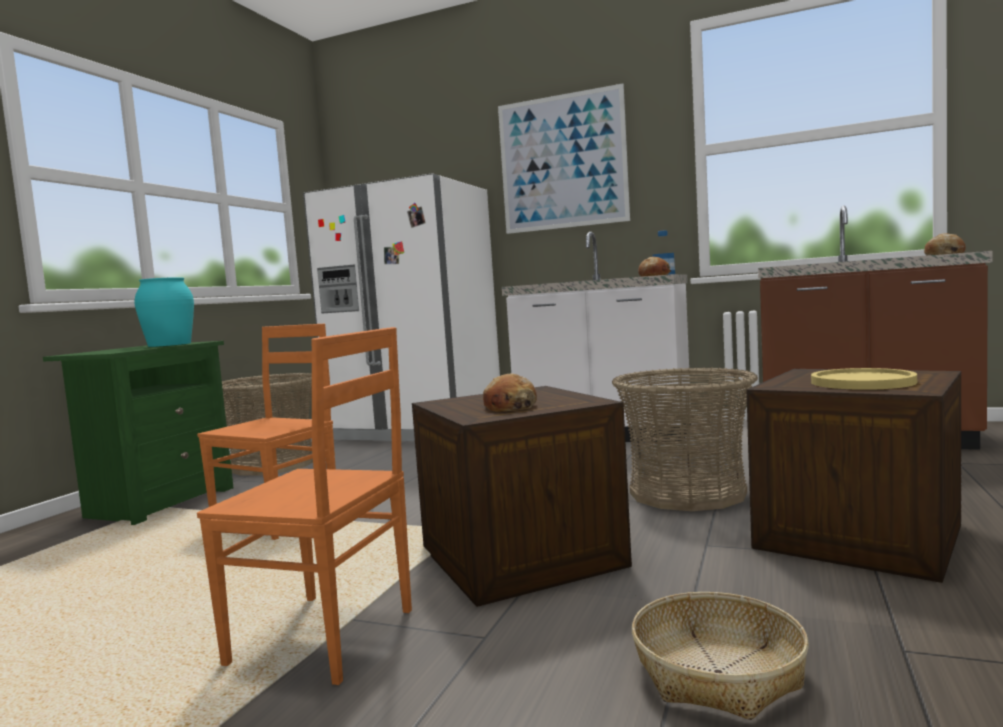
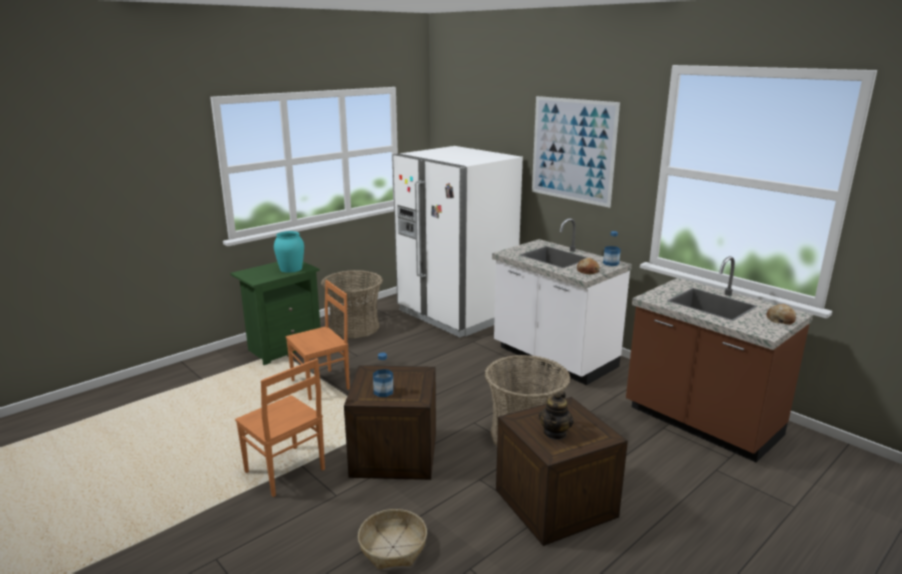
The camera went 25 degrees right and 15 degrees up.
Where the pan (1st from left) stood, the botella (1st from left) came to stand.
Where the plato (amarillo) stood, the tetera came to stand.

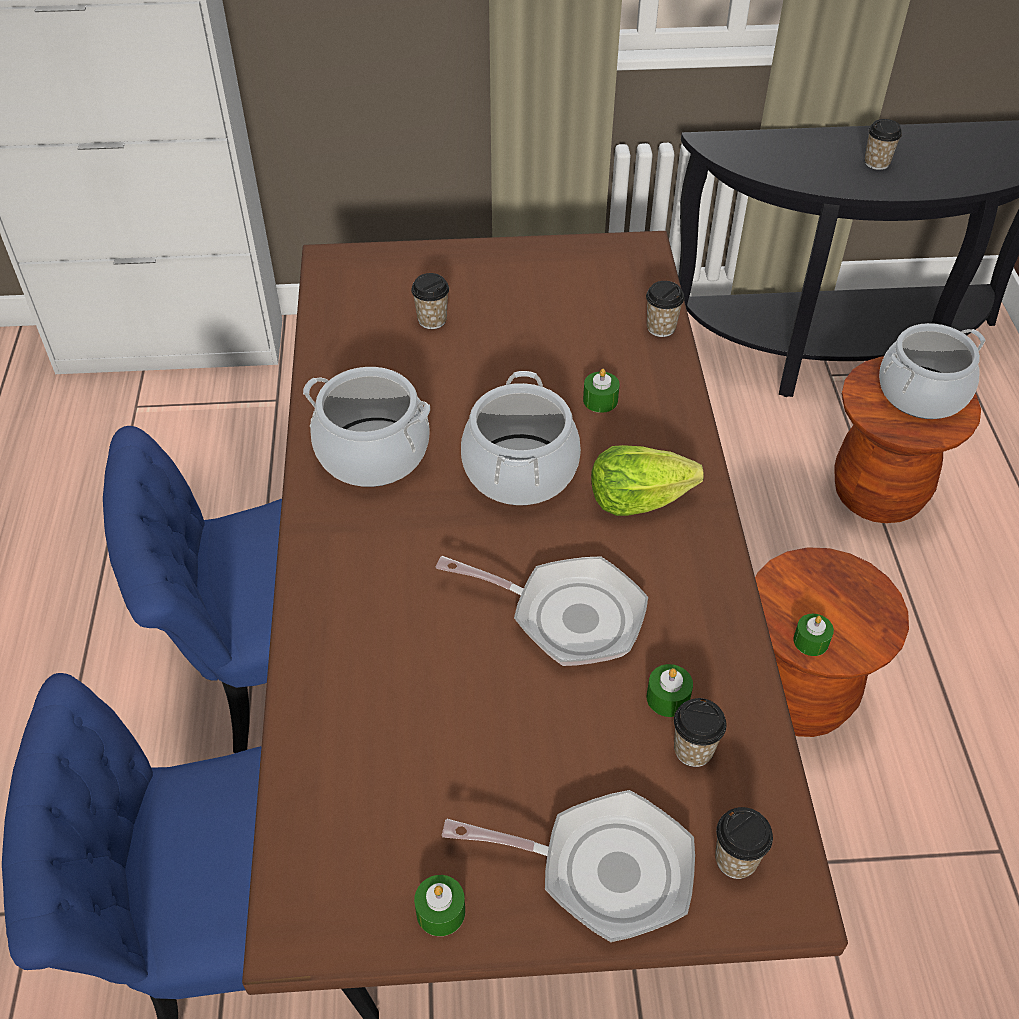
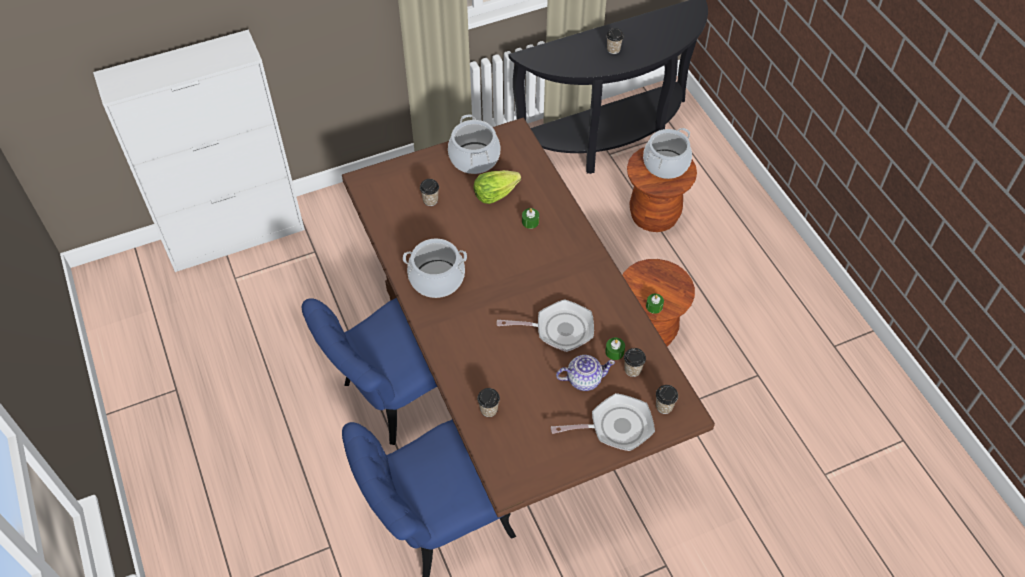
The camera went 20 degrees left and 5 degrees up.
The olla (2nd from left) ended up elsewhere.
The lechuga ended up elsewhere.
The taza (2nd from left) ended up elsewhere.
The second view gained the tetera.
The second view lost the vela (verde) (1st from left).

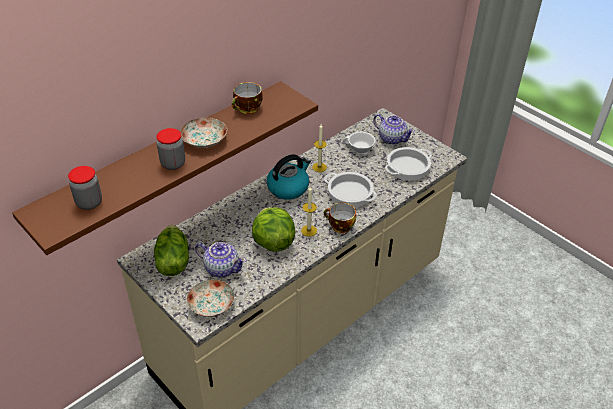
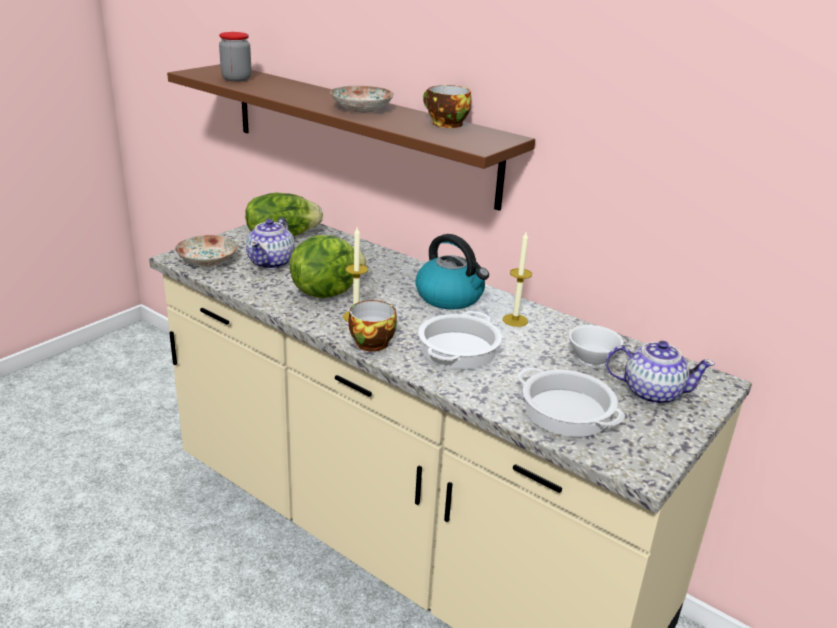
The camera went 80 degrees right and 15 degrees down.
The tetera (2nd from left) ended up facing another way, 105 degrees counterclockwise from before.
The second view lost the tarro (2nd from left).

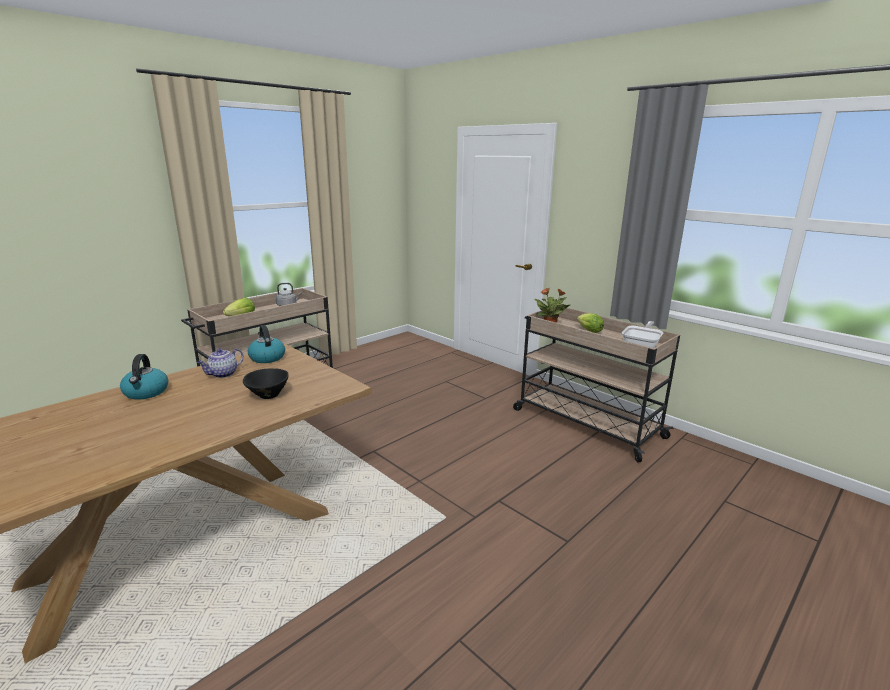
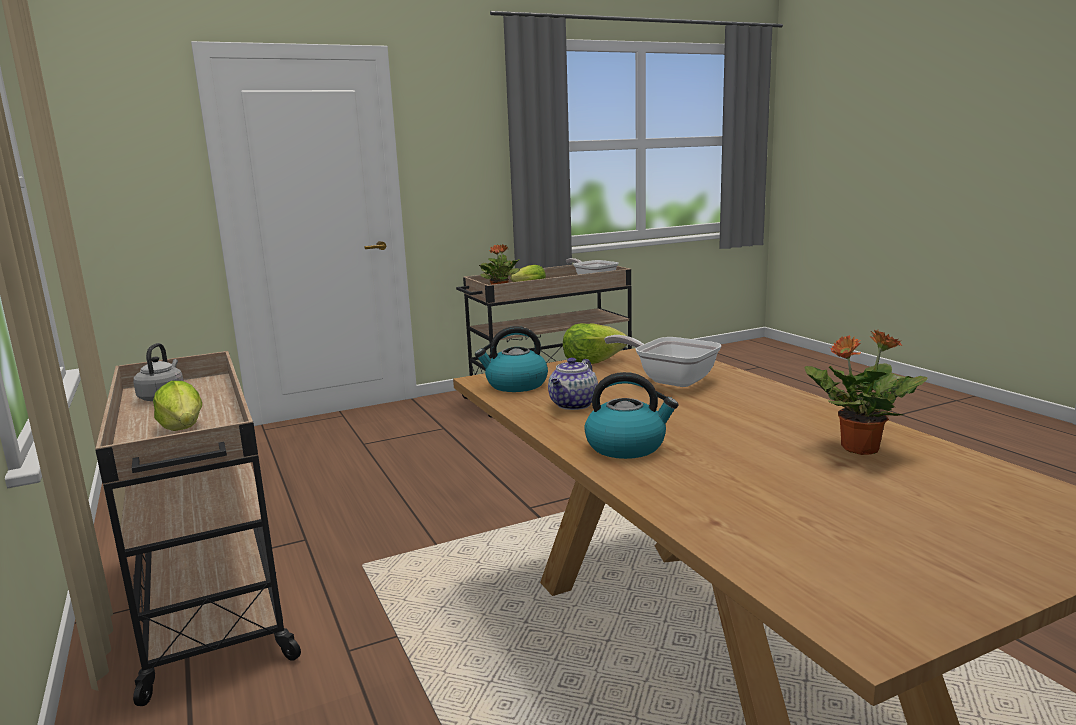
The camera went 70 degrees left and 5 degrees down.
The tetera ended up facing another way, 60 degrees clockwise from before.
The second view gained the lechuga (3rd from left).
Where the cuenco (negro) stood, the sartén (2nd from left) came to stand.
The second view gained the planta en maceta (2nd from left).

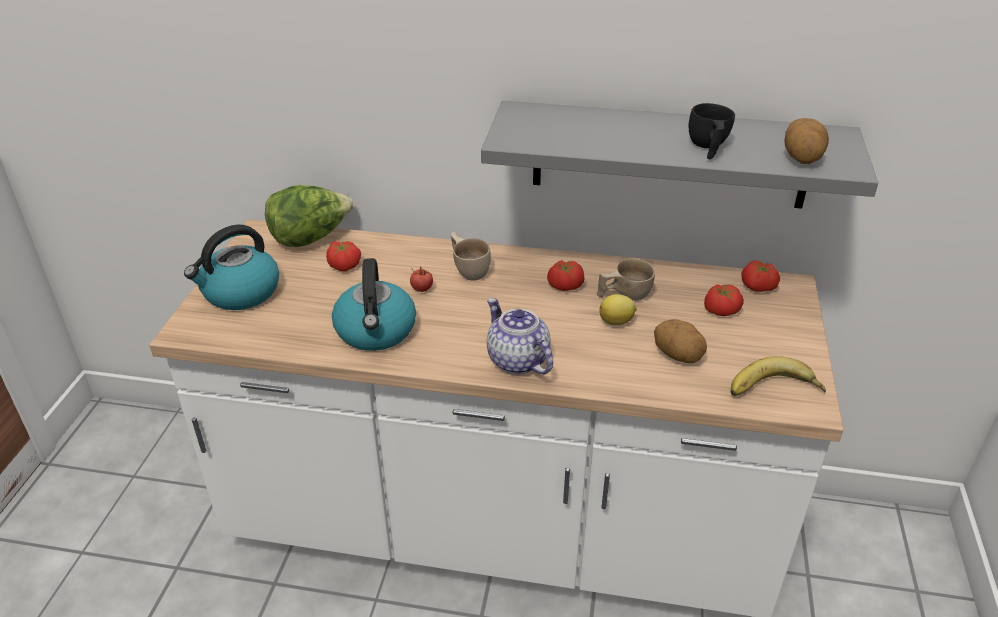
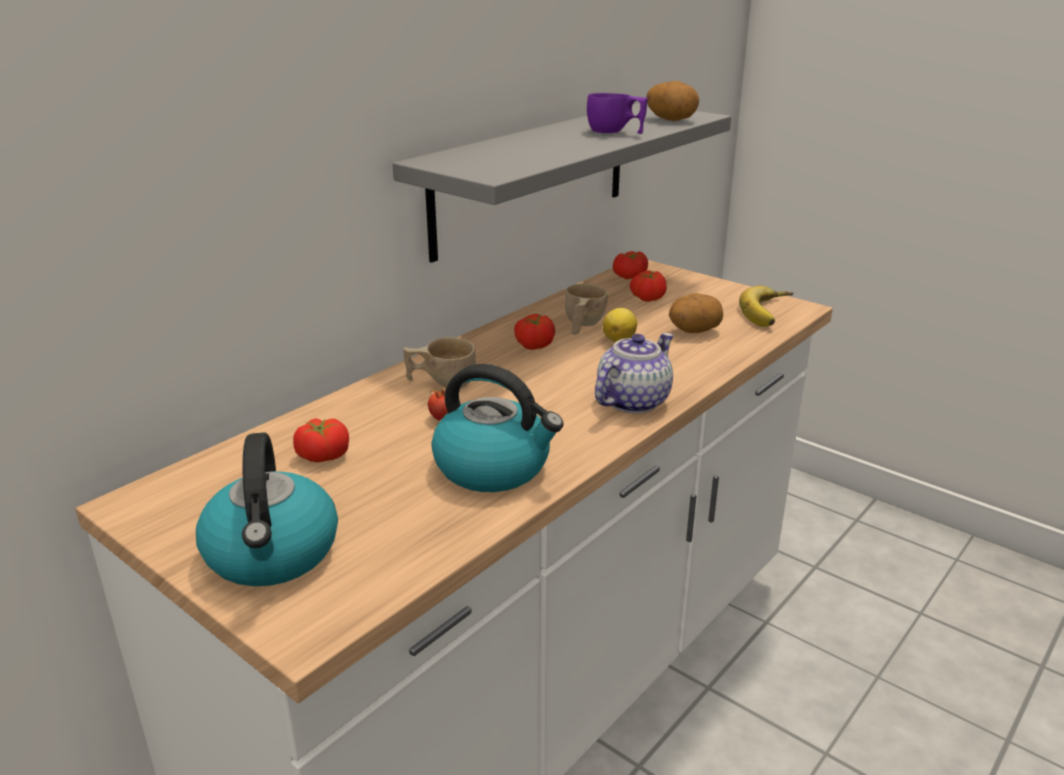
The camera went 60 degrees left and 10 degrees down.
What was the taza (negro) turned into the taza (morado).
The tetera ended up facing another way, 135 degrees clockwise from before.
The second view lost the lechuga.

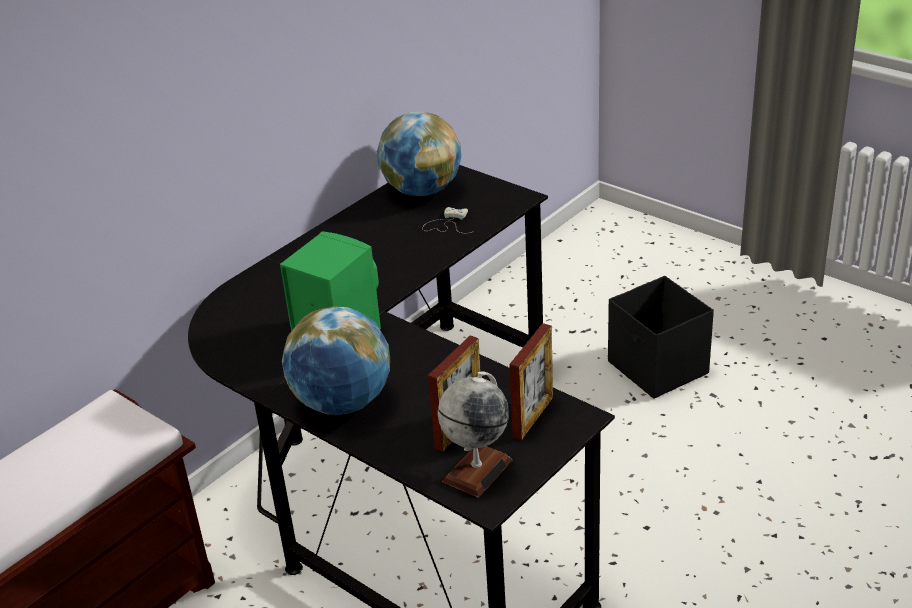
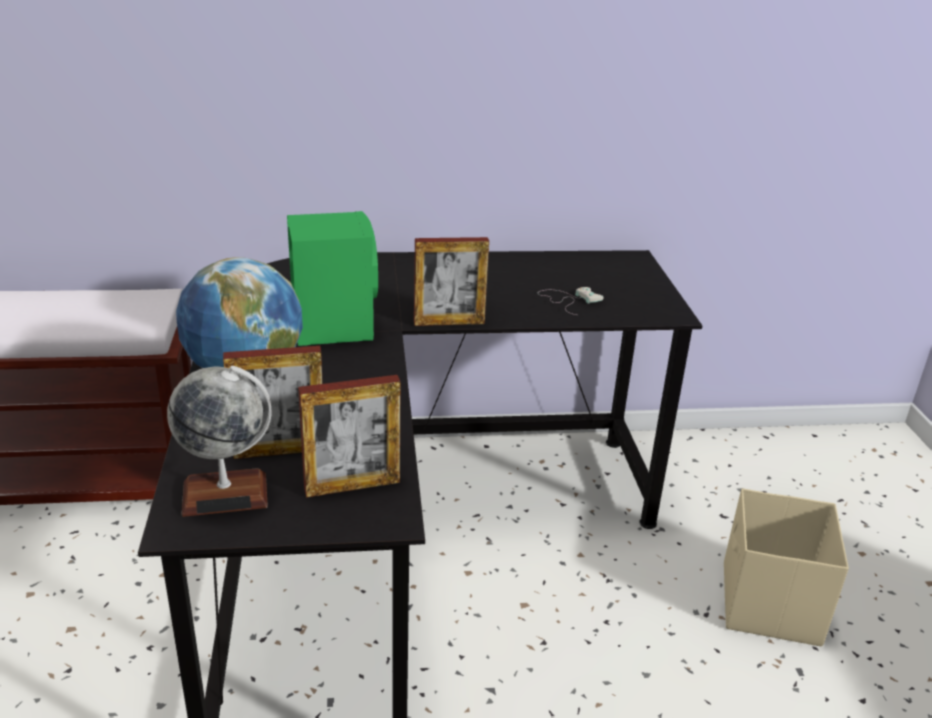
The camera went 40 degrees right and 5 degrees down.
The second view gained the portarretratos (3rd from left).
What was the caja de almacenaje (negro) turned into the caja de almacenaje (beis).
The second view lost the globo terráqueo (2nd from left).

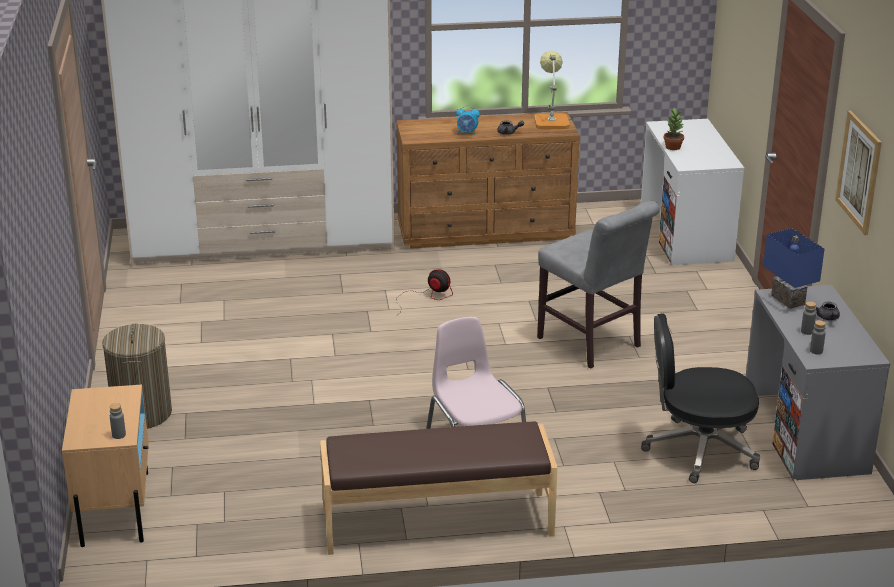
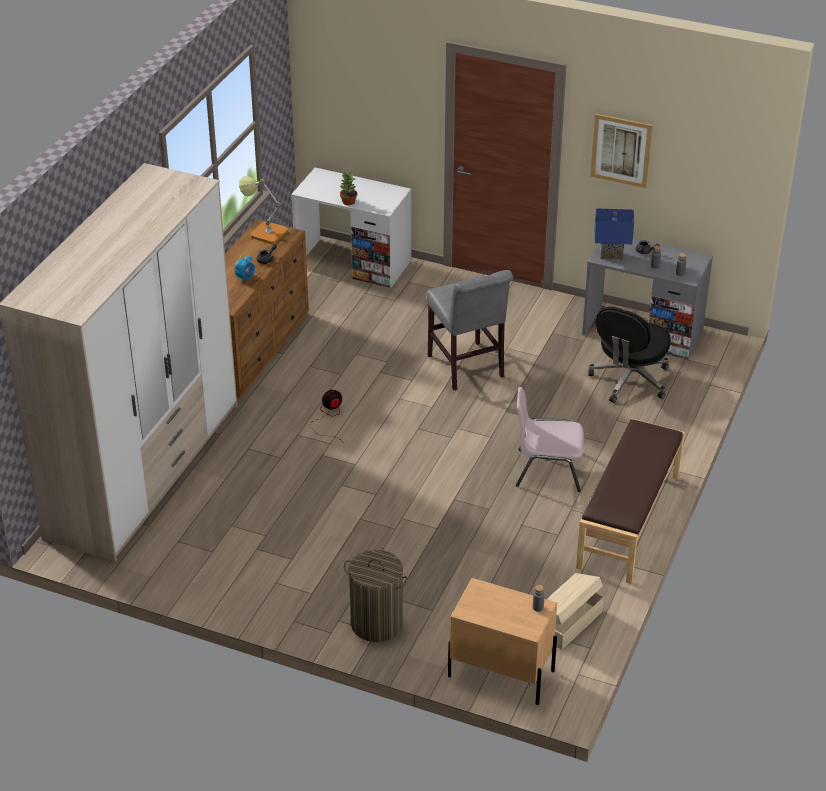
The camera went 60 degrees left and 10 degrees up.
The silla (gris) ended up facing another way, 75 degrees clockwise from before.
The second view gained the caja de almacenaje (beis).

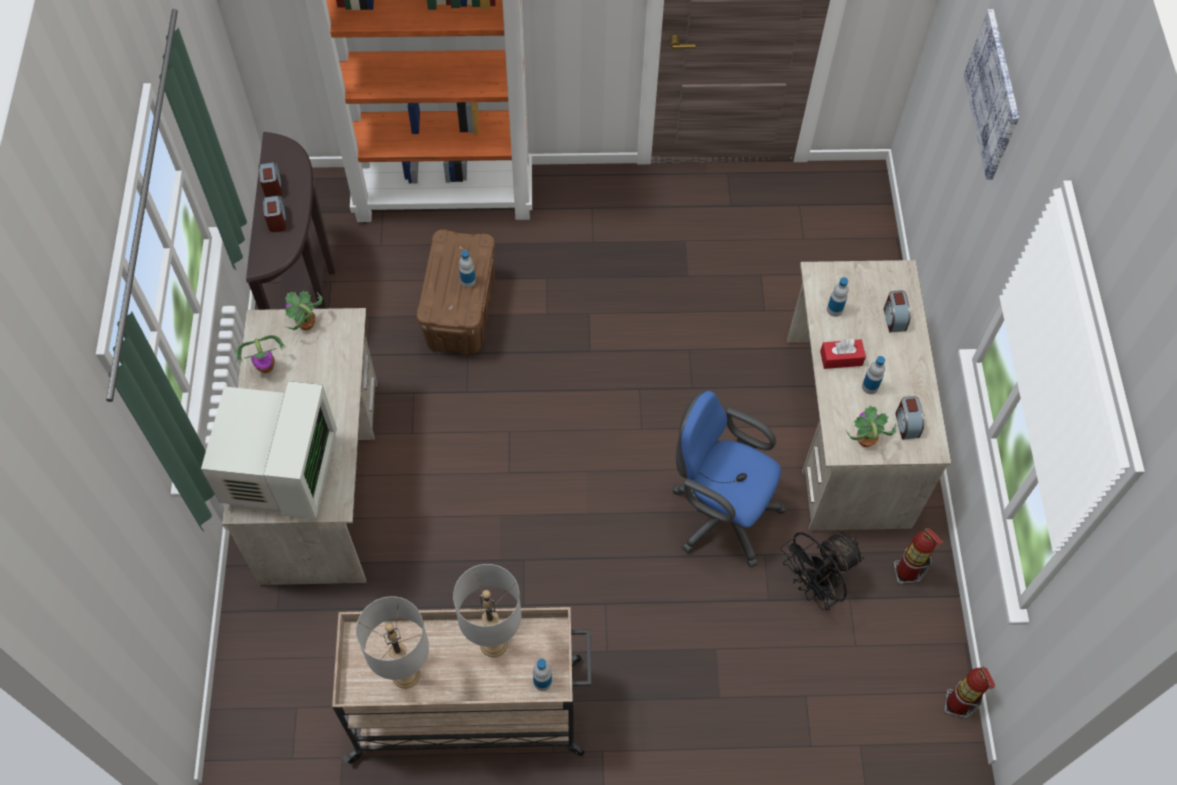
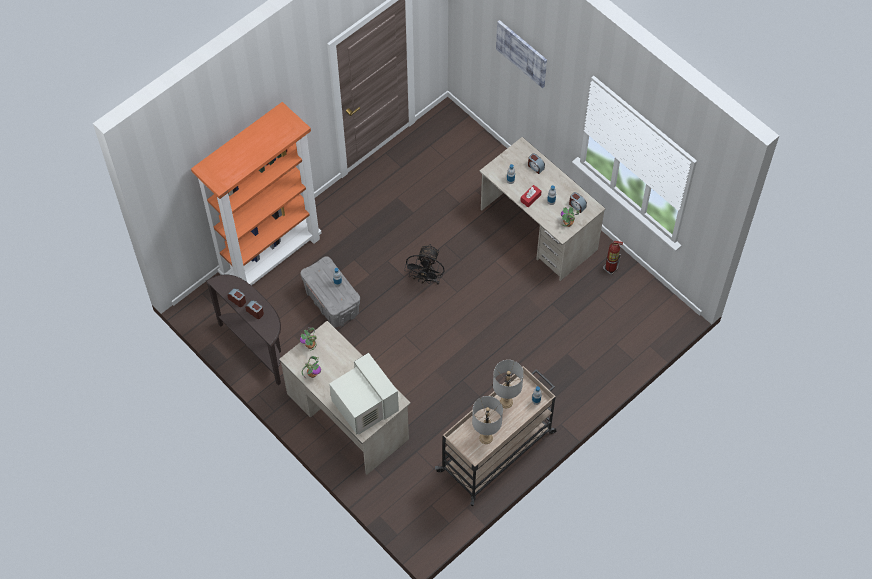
The camera went 40 degrees left and 0 degrees up.
What was the caja de almacenaje (marrón) turned into the caja de almacenaje (gris).
The ventilador (negro) ended up elsewhere.
The second view lost the silla de oficina (azul).
The second view lost the extintor (2nd from left).

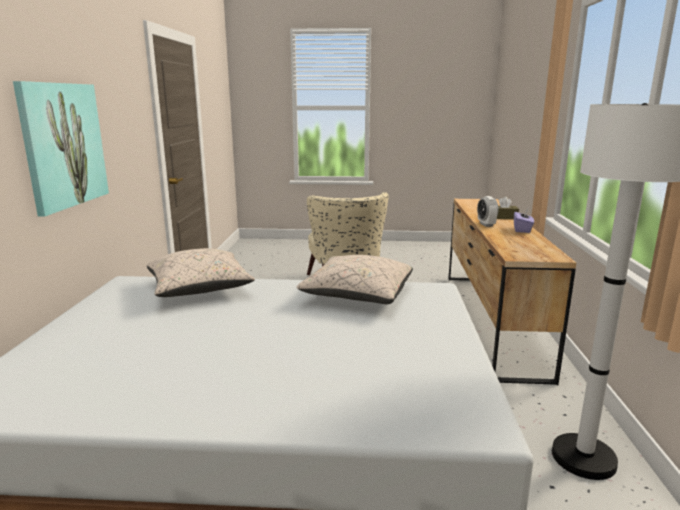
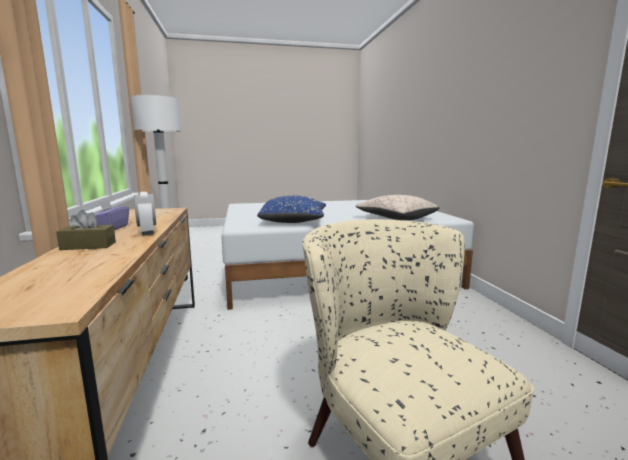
The camera went 165 degrees right and 5 degrees down.
What was the cojín (beis) (2nd from left) turned into the cojín (azul).
The second view lost the cuadro.

